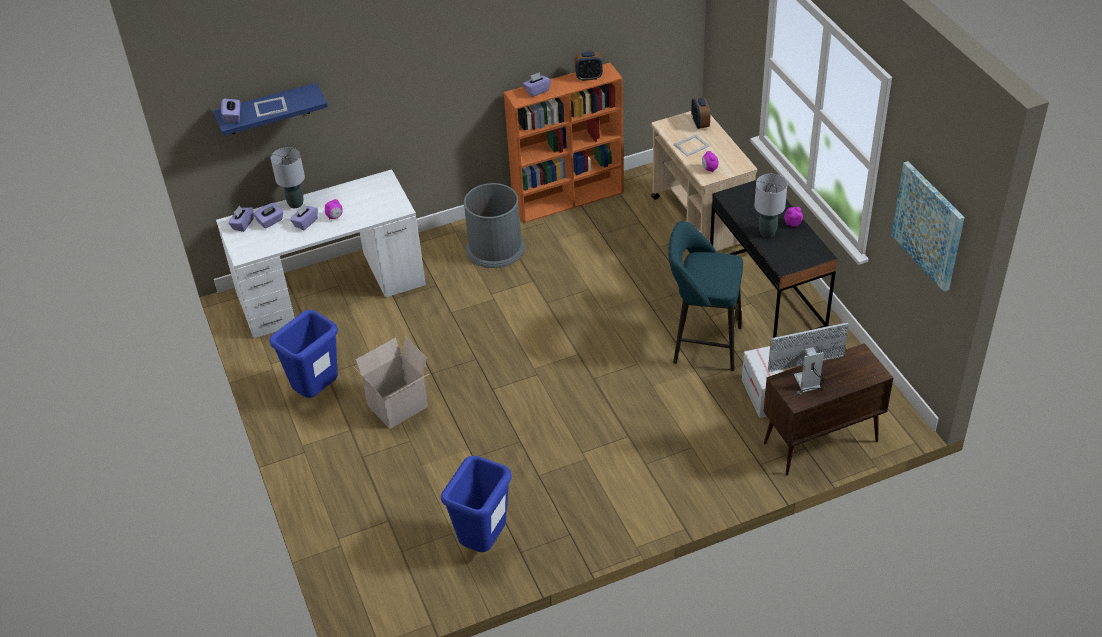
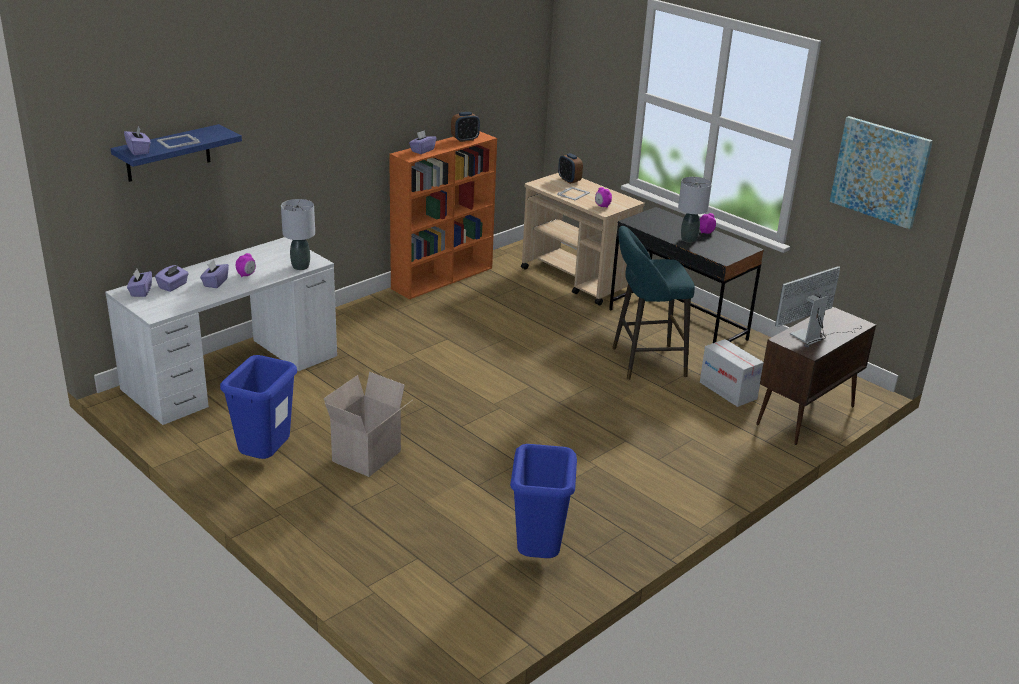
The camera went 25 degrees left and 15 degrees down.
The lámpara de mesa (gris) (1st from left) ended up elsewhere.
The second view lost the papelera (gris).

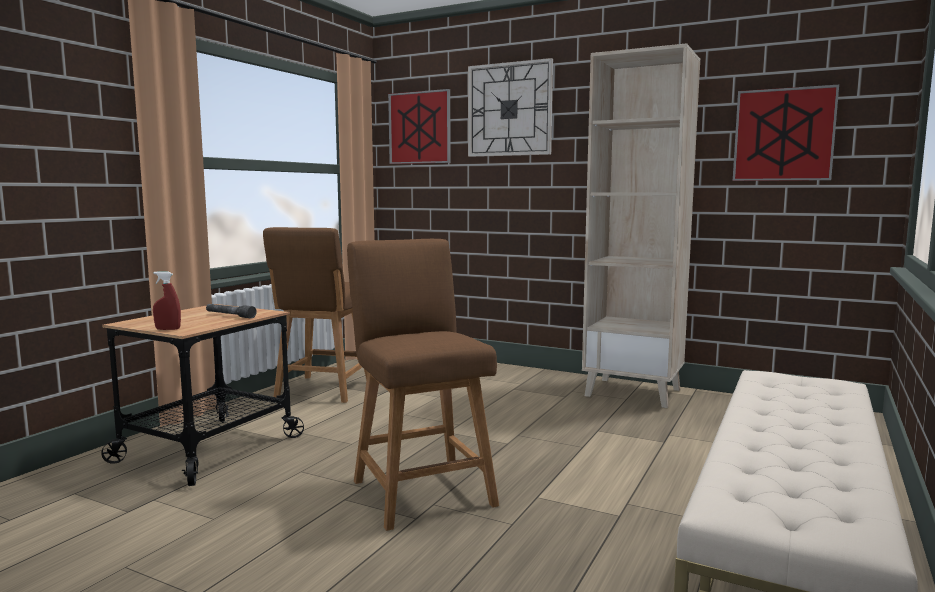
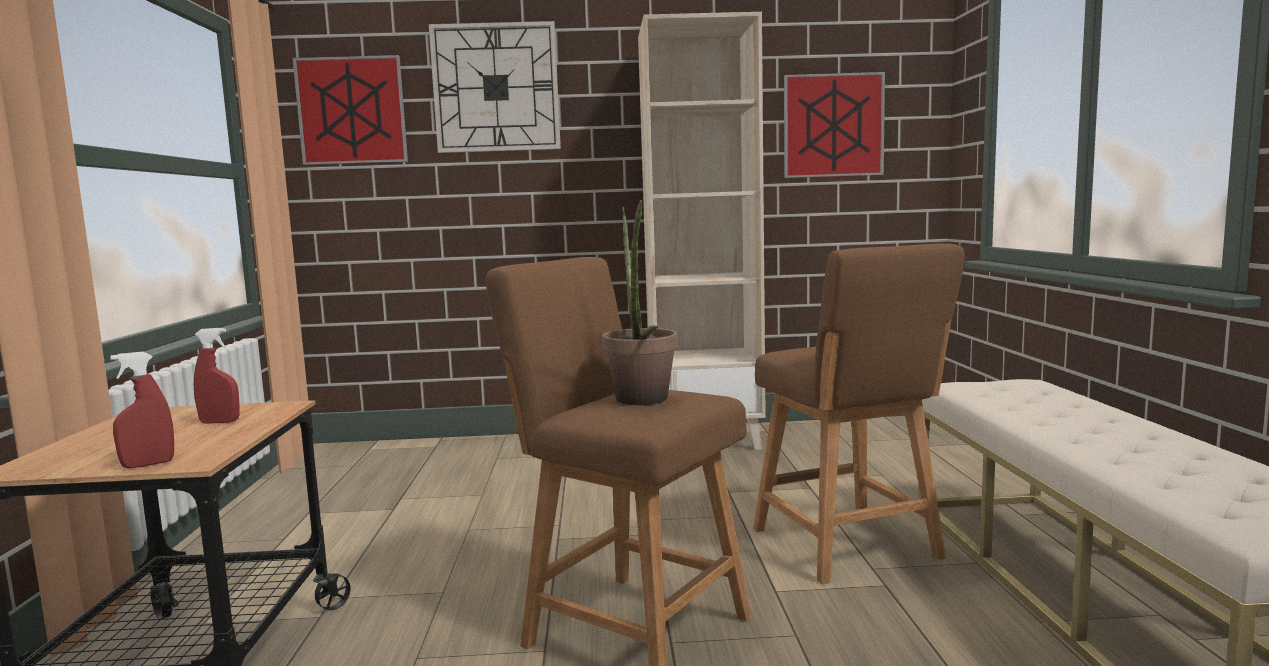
The camera went 30 degrees left and 0 degrees up.
Where the linterna (gris) stood, the pulverizador (rojo) (2nd from left) came to stand.
The second view gained the planta en maceta.
The taburete (marrón) (1st from left in the first image) ended up elsewhere.

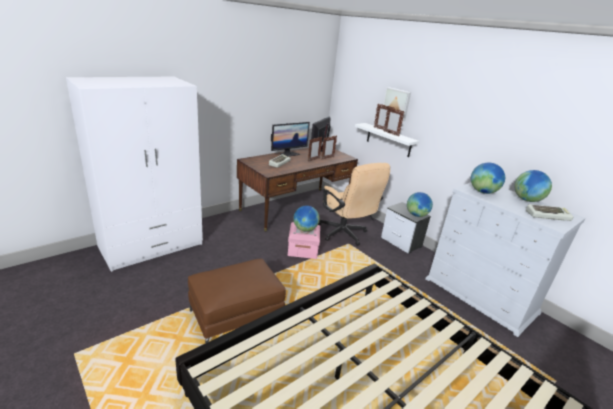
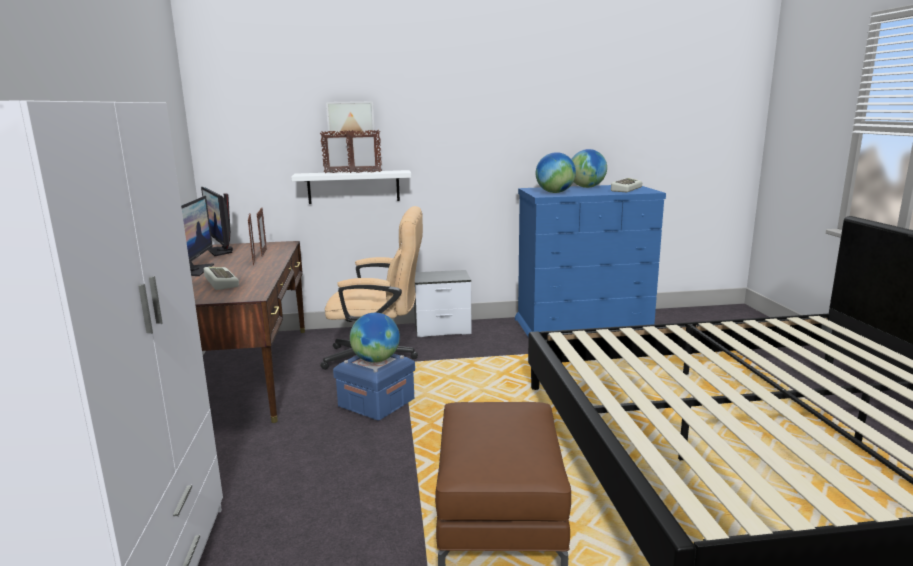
The camera went 55 degrees left and 10 degrees down.
What was the caja de almacenaje (rosa) turned into the caja de almacenaje (azul).
What was the cómoda (blanco) turned into the cómoda (azul).
The second view lost the globo terráqueo (2nd from left).

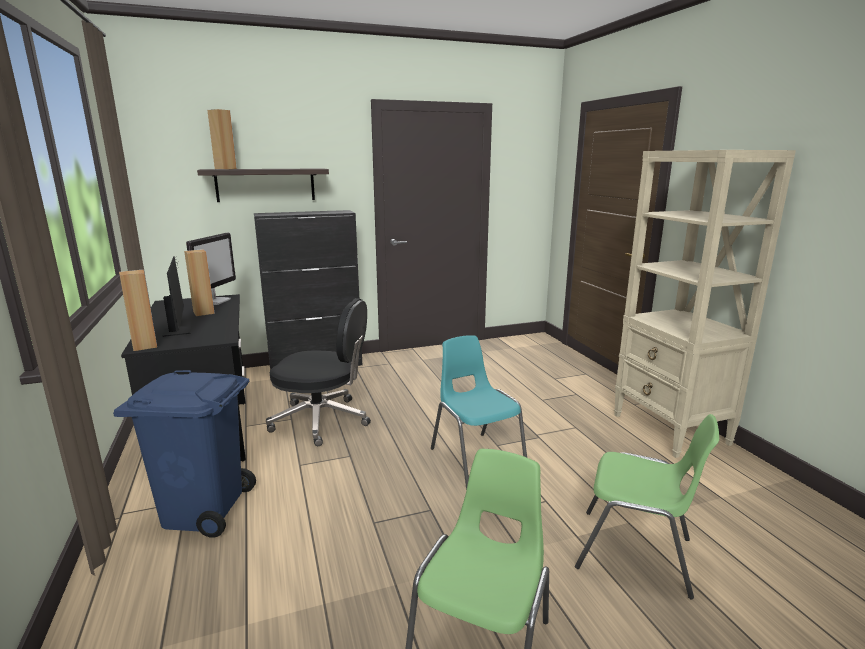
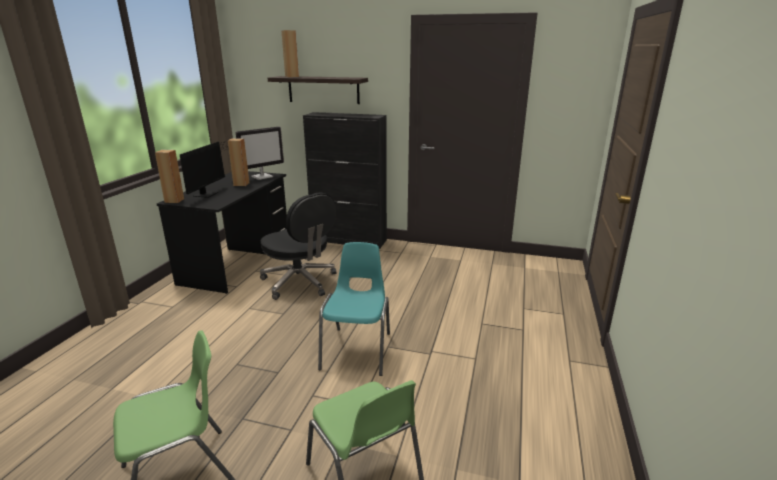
The camera went 35 degrees right and 5 degrees up.
The second view lost the papelera (azul).
The second view lost the estantería (beis).

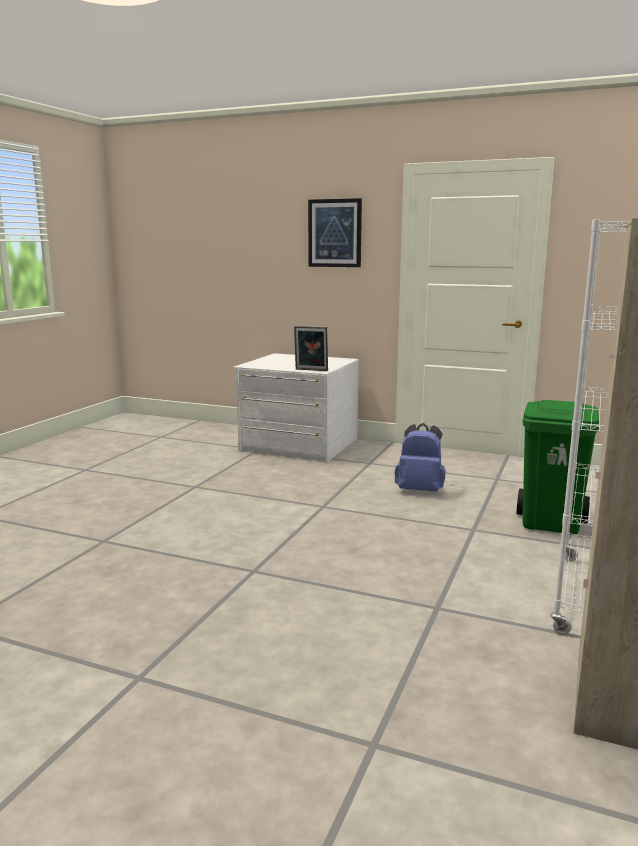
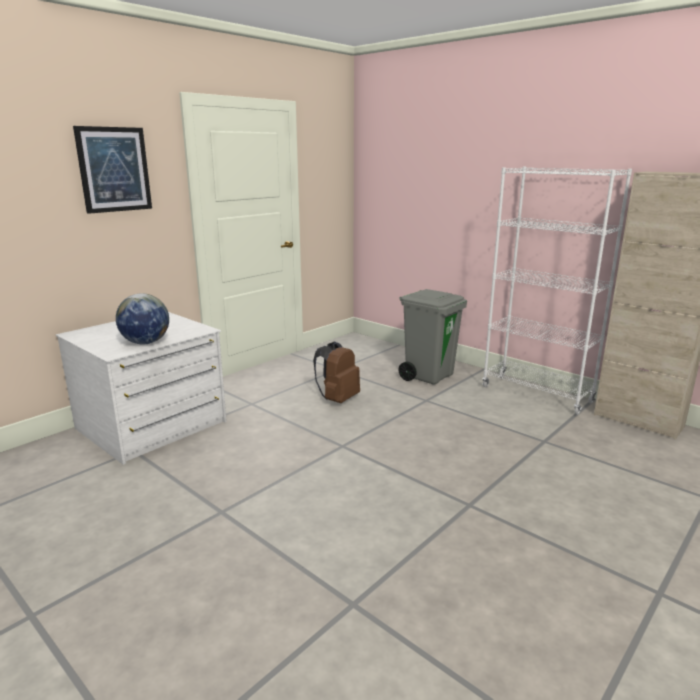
The camera went 70 degrees left and 5 degrees up.
The second view gained the globo terráqueo.
What was the mochila (azul) turned into the mochila (marrón).
What was the papelera (verde) turned into the papelera (gris).
The second view lost the portarretratos.

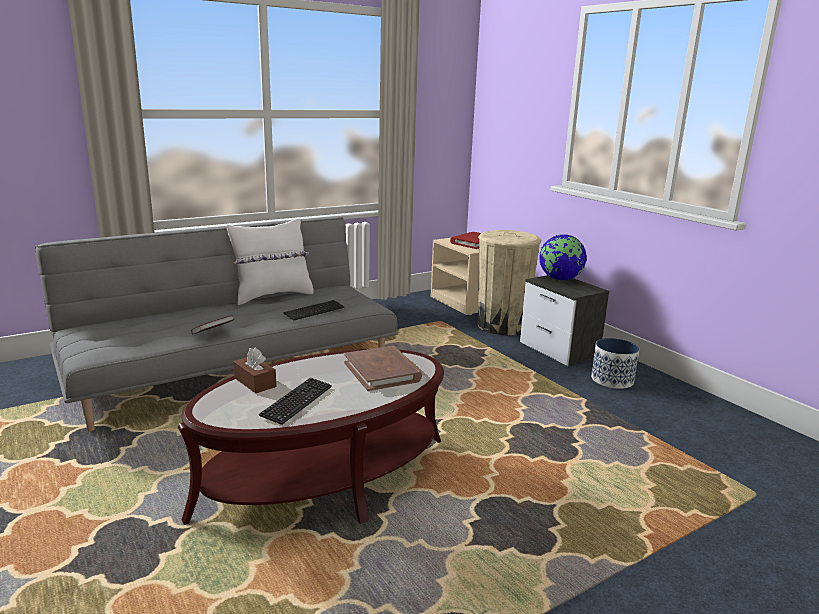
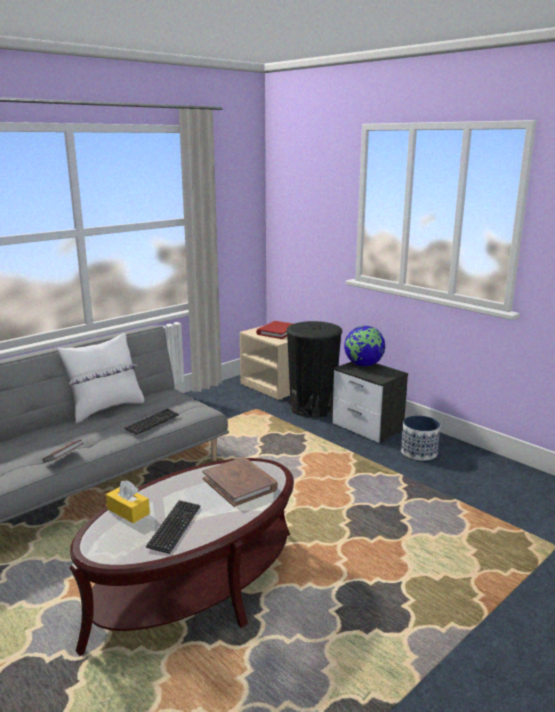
The camera went 10 degrees left and 0 degrees up.
What was the caja de pañuelos (marrón) turned into the caja de pañuelos (amarillo).
What was the papelera (beis) turned into the papelera (negro).

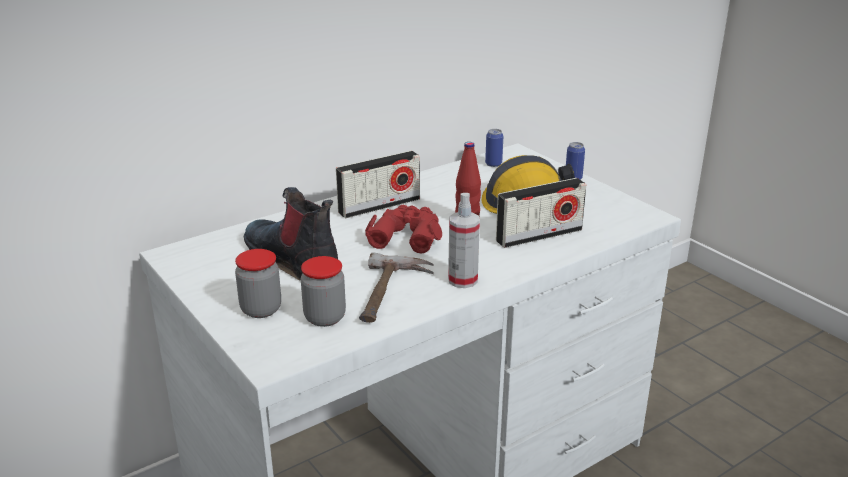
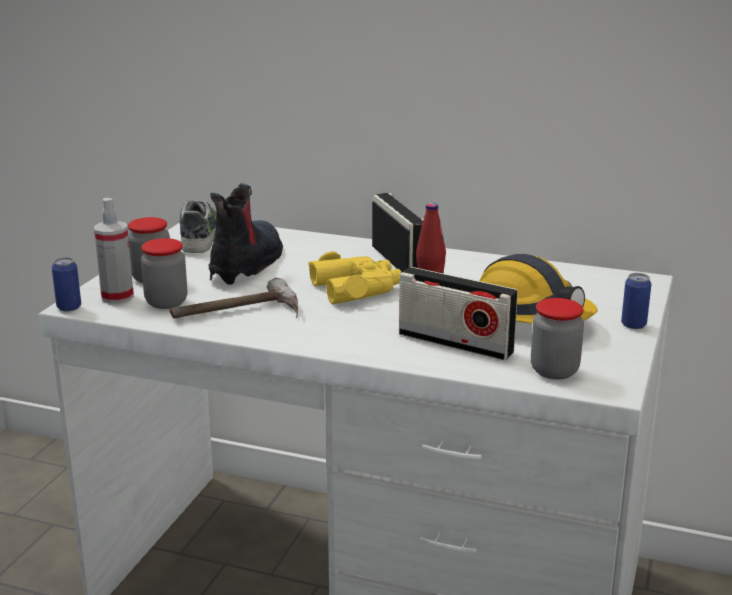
The camera went 55 degrees right and 5 degrees down.
The lata (1st from left) ended up elsewhere.
The pulverizador ended up elsewhere.
The second view gained the zapato.
What was the prismáticos (rojo) turned into the prismáticos (amarillo).
The radio (1st from left) ended up facing another way, 135 degrees counterclockwise from before.
The second view gained the tarro (3rd from left).

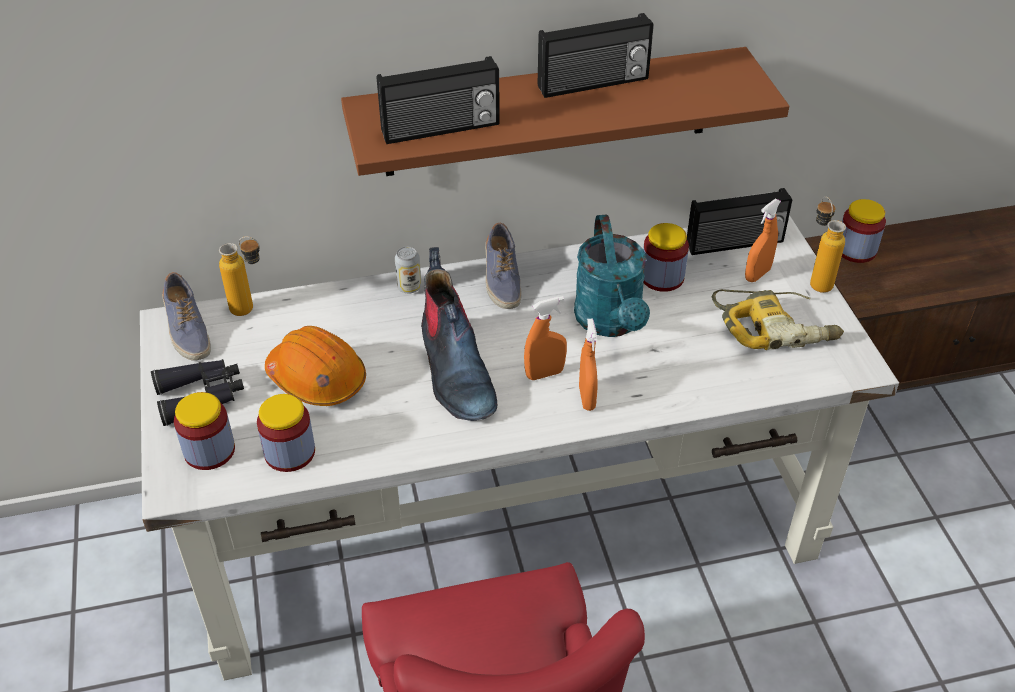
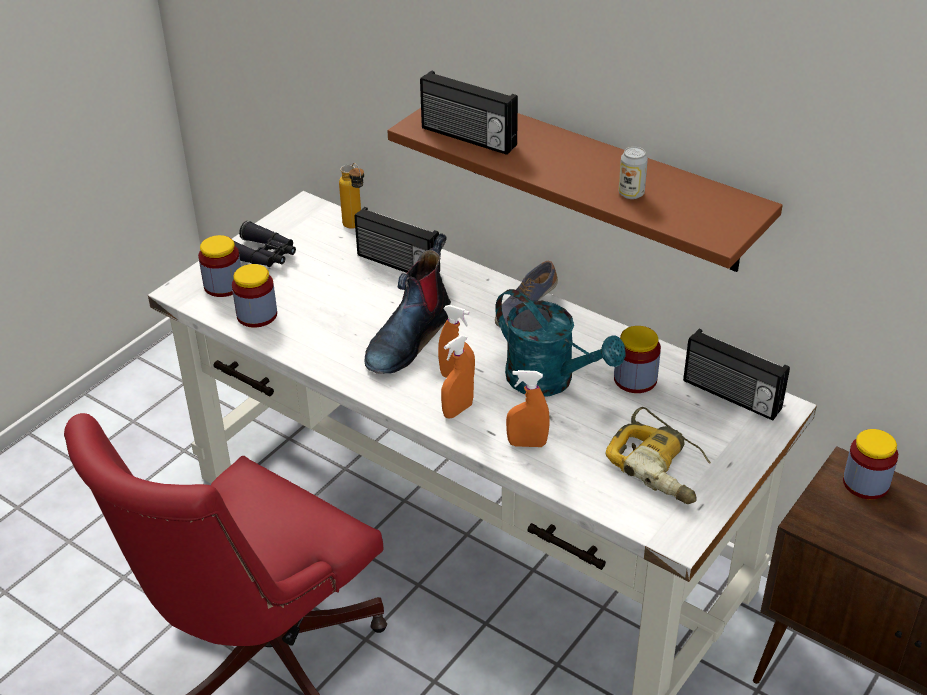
The camera went 50 degrees right and 5 degrees down.
The radio (2nd from left in the first image) ended up elsewhere.
The regadera (turquesa) ended up facing another way, 90 degrees counterclockwise from before.
The pulverizador (naranja) (3rd from left) ended up elsewhere.
The lata ended up elsewhere.
The second view lost the zapato (1st from left).
The second view lost the casco (naranja).
The second view lost the botella (2nd from left).

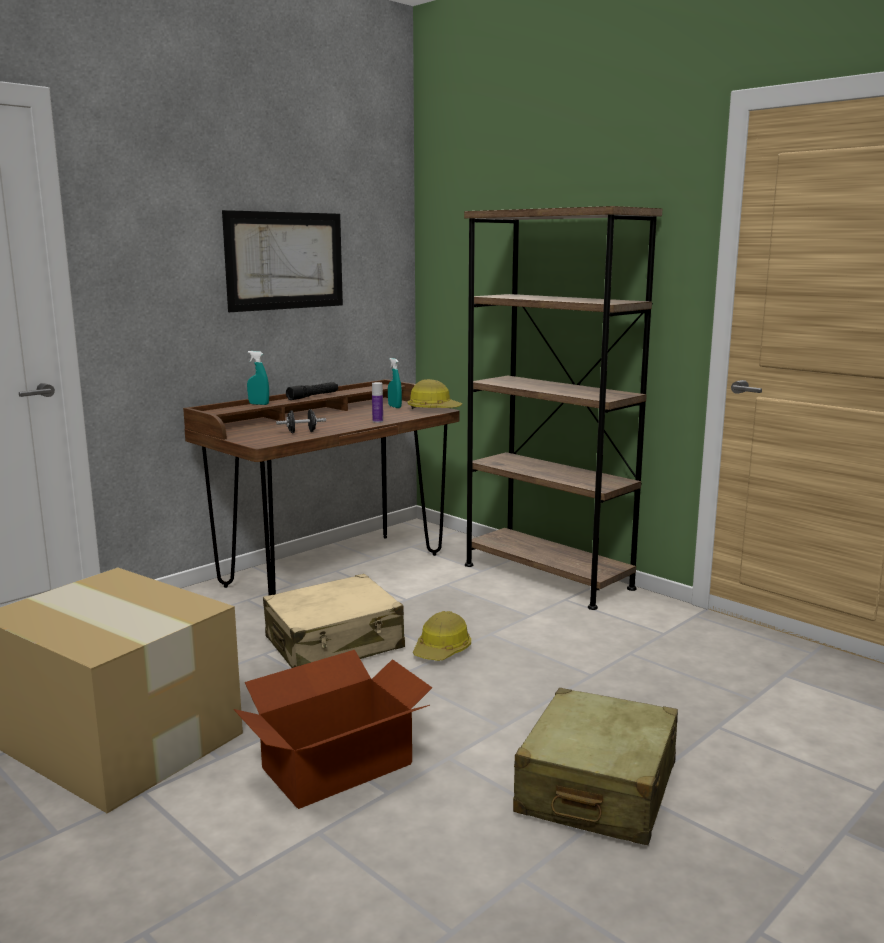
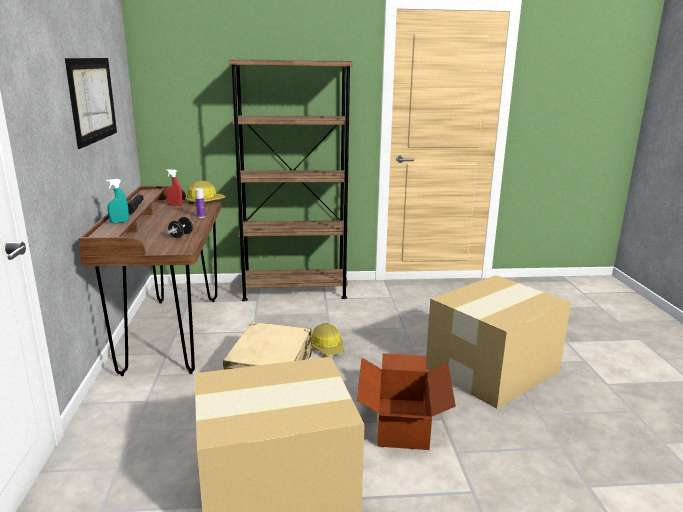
The camera went 50 degrees left and 5 degrees up.
What was the pulverizador (turquesa) (2nd from left) turned into the pulverizador (rojo).
Where the maleta (beis) (2nd from left) stood, the caja de cartón (3rd from left) came to stand.

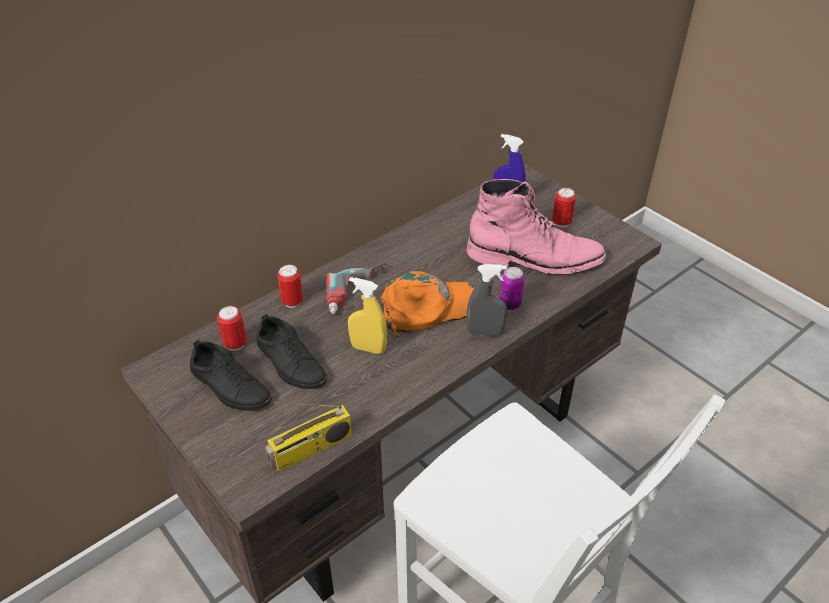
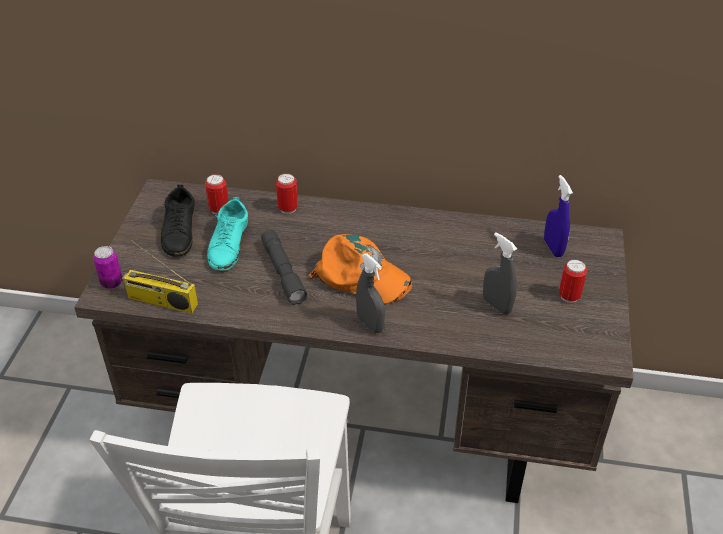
The camera went 50 degrees right and 0 degrees up.
The lata (3rd from left in the first image) ended up elsewhere.
What was the zapato (negro) (2nd from left) turned into the zapato (turquesa).
Where the pulverizador (amarillo) stood, the linterna (gris) came to stand.
Where the bota (rosa) stood, the pulverizador (gris) (2nd from left) came to stand.
The second view lost the taladro.

